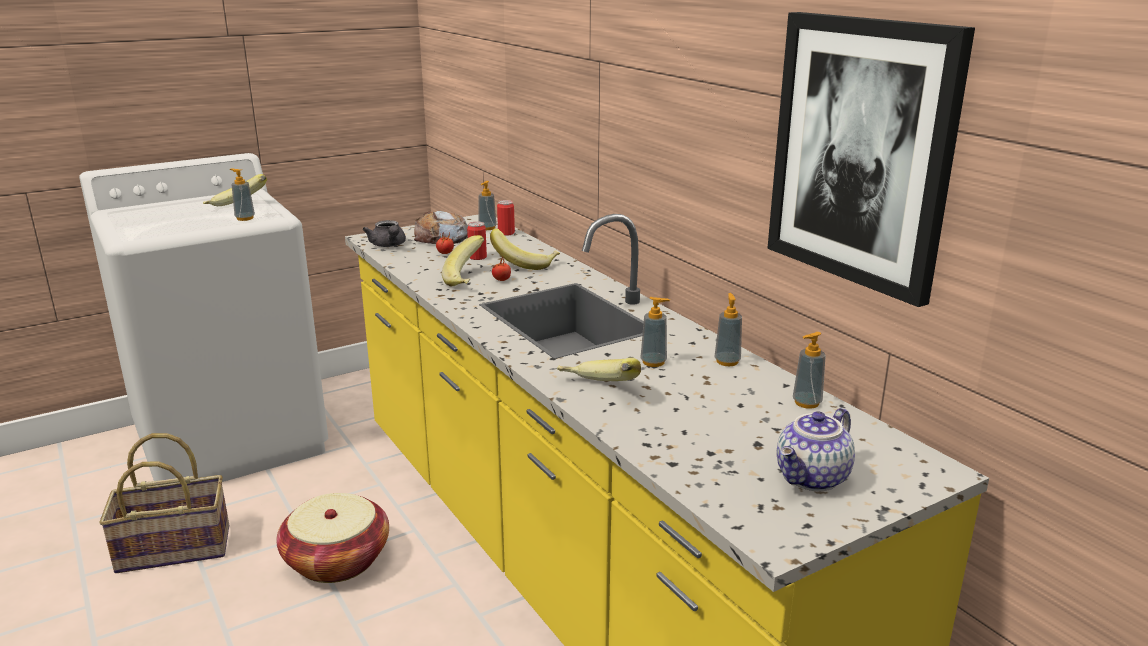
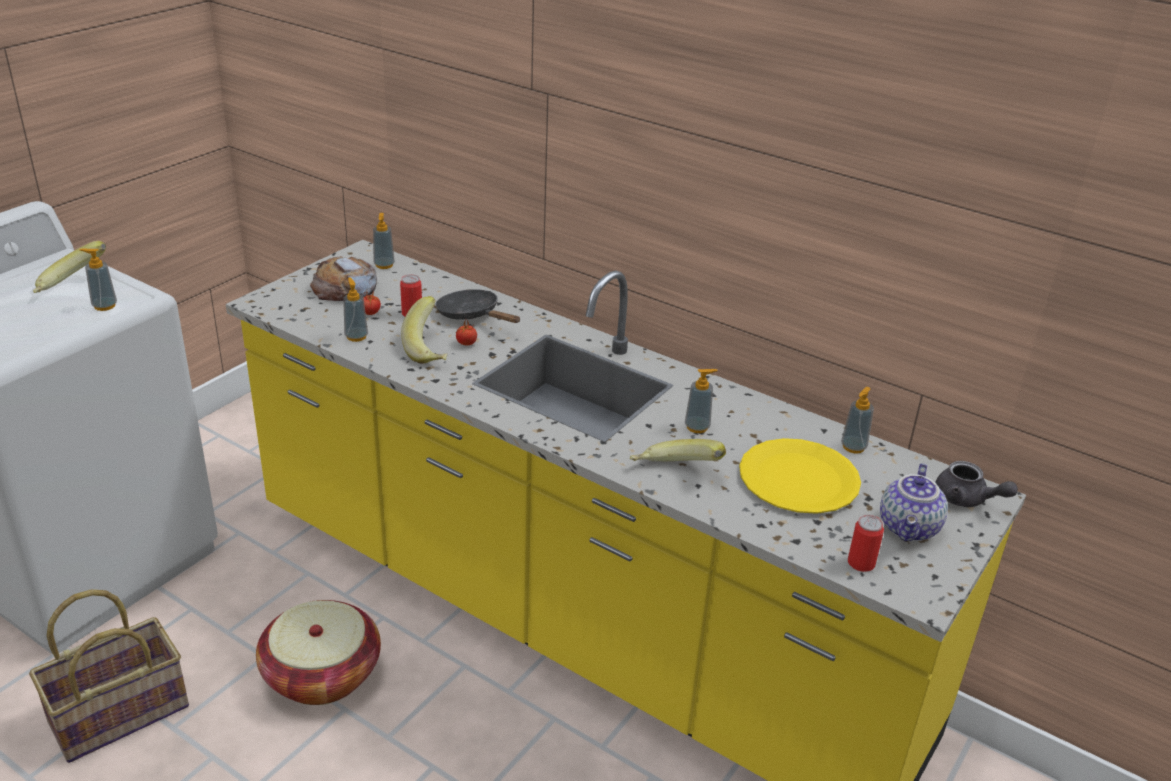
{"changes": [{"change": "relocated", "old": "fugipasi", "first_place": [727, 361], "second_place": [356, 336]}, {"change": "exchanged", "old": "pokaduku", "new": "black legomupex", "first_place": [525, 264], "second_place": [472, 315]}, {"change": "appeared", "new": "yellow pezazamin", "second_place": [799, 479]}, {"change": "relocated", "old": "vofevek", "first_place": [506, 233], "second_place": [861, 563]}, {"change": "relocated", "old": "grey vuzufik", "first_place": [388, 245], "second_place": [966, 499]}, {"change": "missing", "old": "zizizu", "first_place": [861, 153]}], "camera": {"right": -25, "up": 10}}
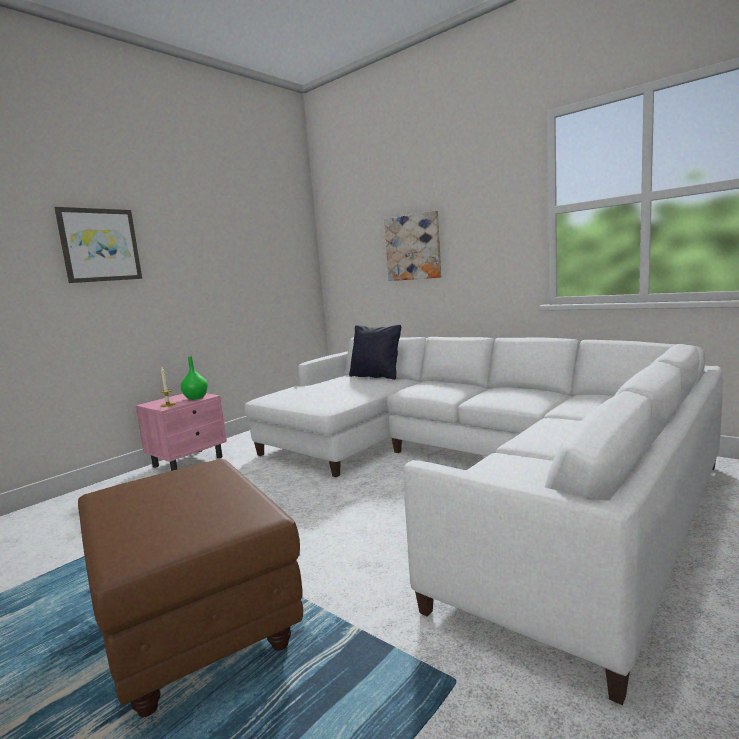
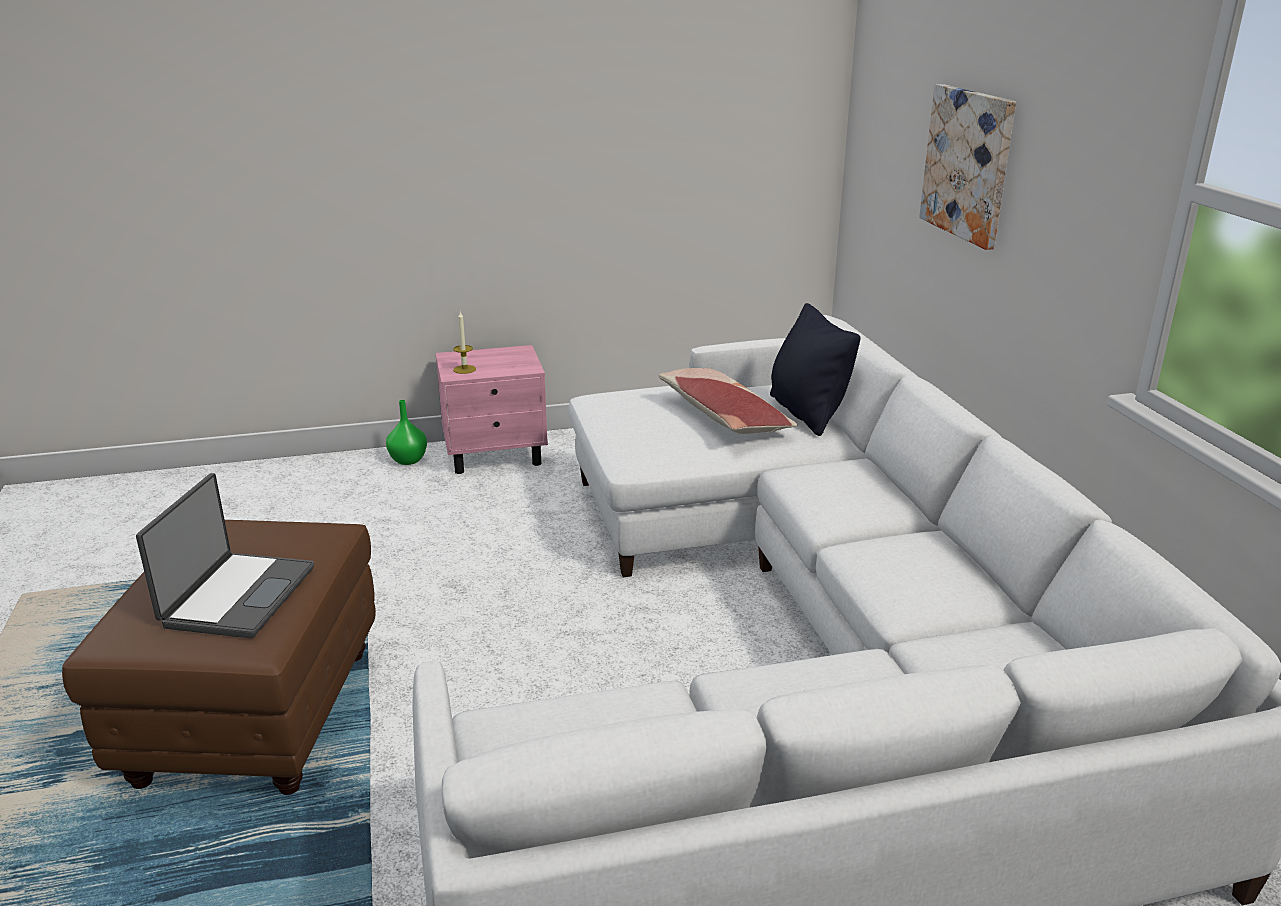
{"changes": [{"change": "appeared", "new": "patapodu", "second_place": [237, 596]}, {"change": "relocated", "old": "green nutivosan", "first_place": [195, 398], "second_place": [407, 460]}, {"change": "appeared", "new": "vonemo", "second_place": [723, 416]}, {"change": "missing", "old": "zizizu", "first_place": [100, 245]}], "camera": {"right": 35, "up": 15}}
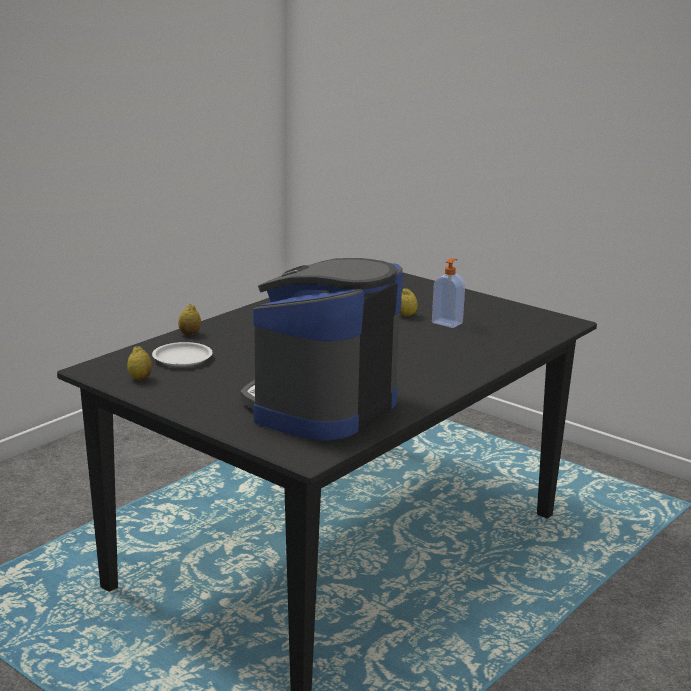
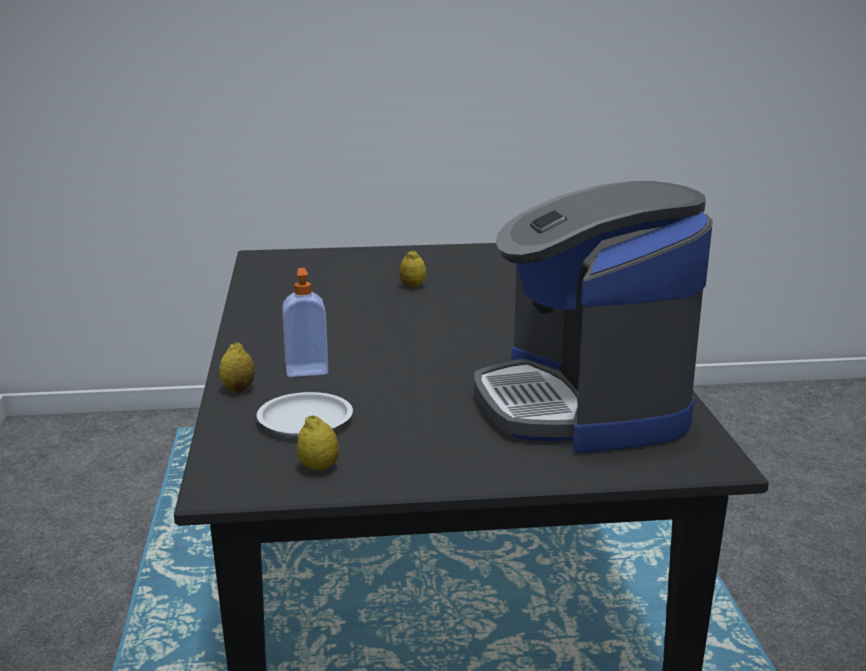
{"changes": [{"change": "relocated", "old": "fugipasi", "first_place": [447, 323], "second_place": [306, 369]}], "camera": {"right": -45, "up": 0}}
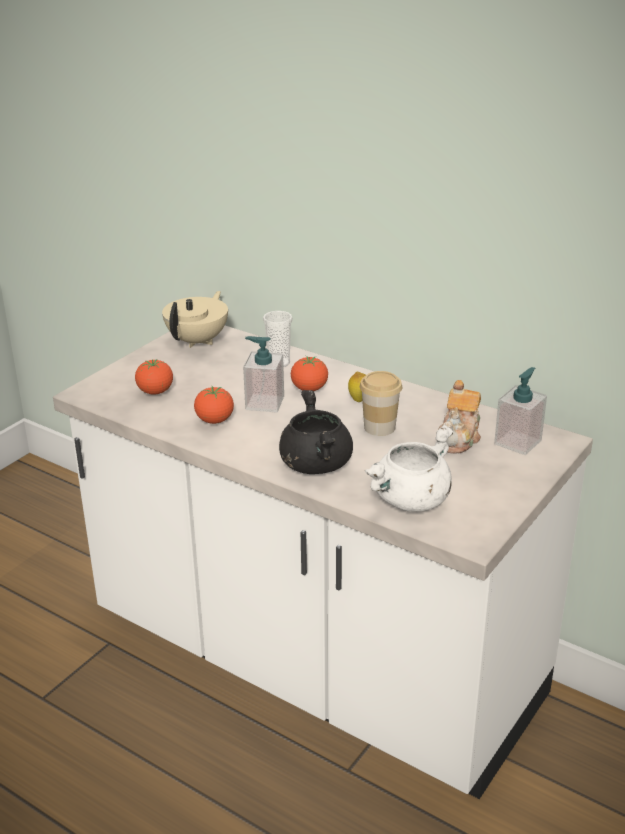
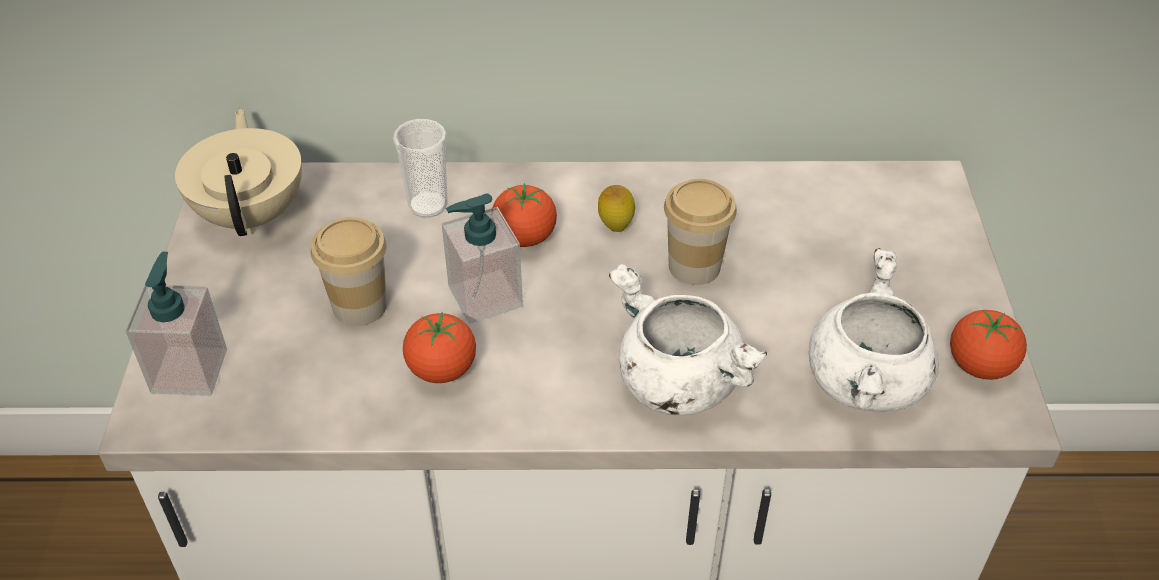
{"changes": [{"change": "relocated", "old": "fugipasi", "first_place": [518, 442], "second_place": [189, 370]}, {"change": "appeared", "new": "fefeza", "second_place": [359, 306]}, {"change": "colour", "old": "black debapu", "new": "white debapu", "first_place": [314, 464], "second_place": [675, 382]}, {"change": "relocated", "old": "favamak", "first_place": [155, 392], "second_place": [979, 366]}, {"change": "missing", "old": "vuzufik", "first_place": [459, 438]}], "camera": {"right": -35, "up": 15}}
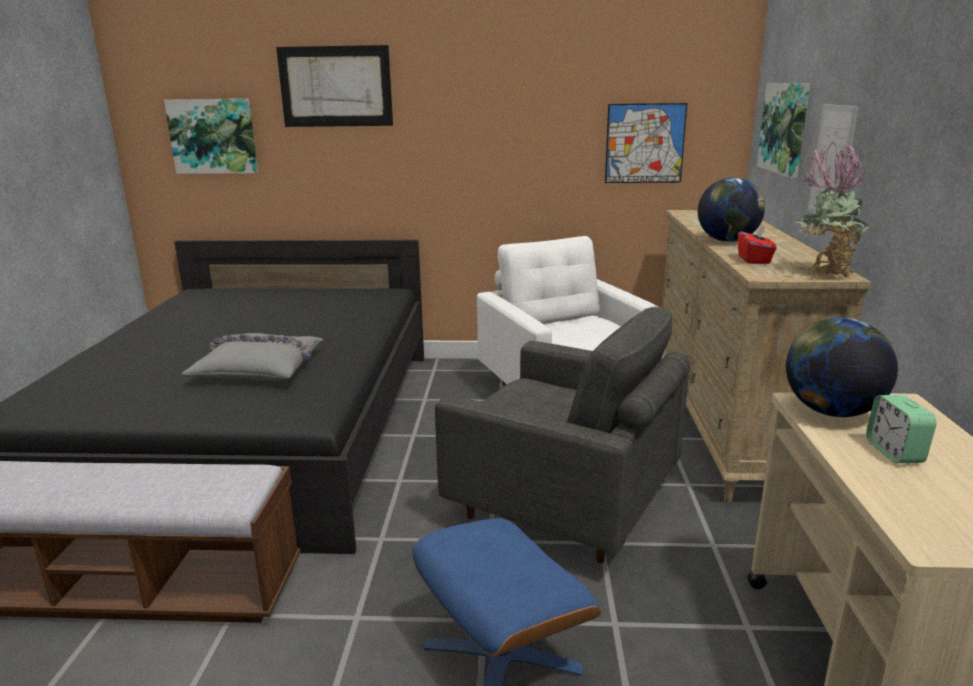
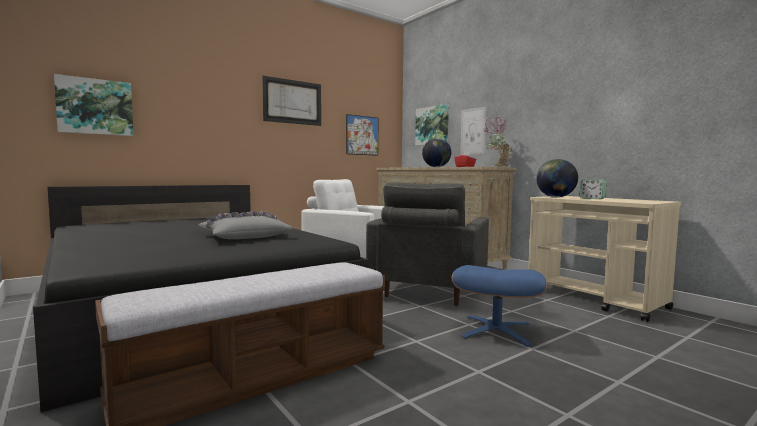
{"changes": [{"change": "relocated", "old": "zizizu", "first_place": [335, 86], "second_place": [293, 102]}, {"change": "spun", "old": "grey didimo", "first_place": [564, 507], "second_place": [428, 291], "degrees": 120}], "camera": {"right": -40, "up": -15}}
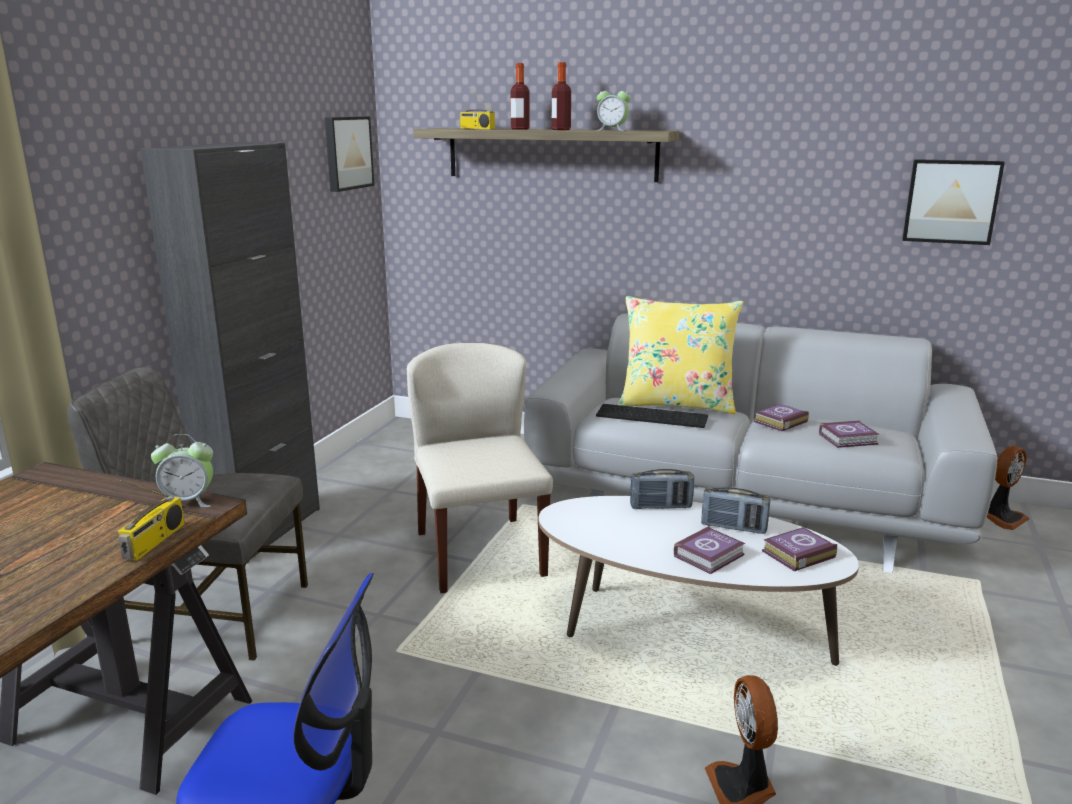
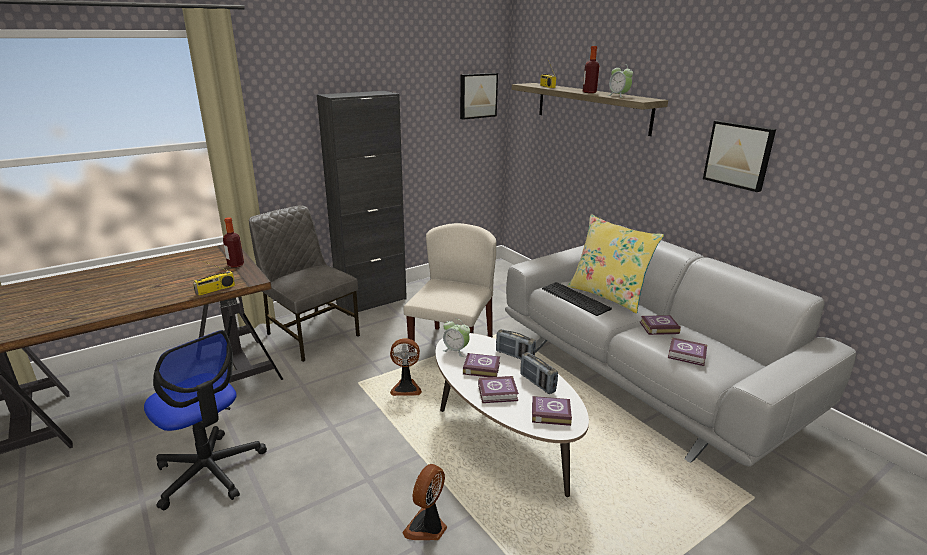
{"changes": [{"change": "relocated", "old": "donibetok", "first_place": [520, 129], "second_place": [236, 265]}, {"change": "relocated", "old": "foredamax", "first_place": [1002, 518], "second_place": [406, 388]}, {"change": "relocated", "old": "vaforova", "first_place": [189, 502], "second_place": [456, 350]}, {"change": "appeared", "new": "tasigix", "second_place": [480, 368]}, {"change": "relocated", "old": "zizizu", "first_place": [951, 201], "second_place": [739, 155]}], "camera": {"right": 35, "up": 5}}
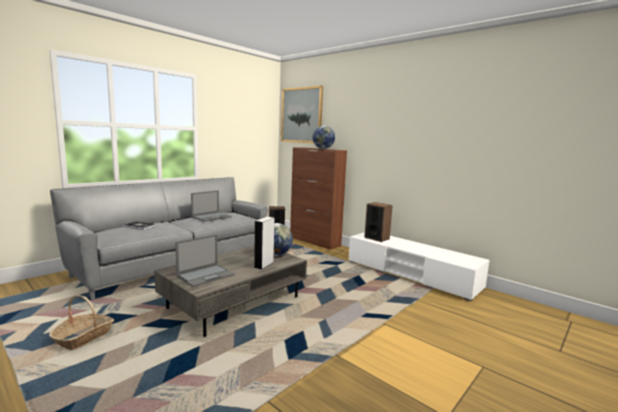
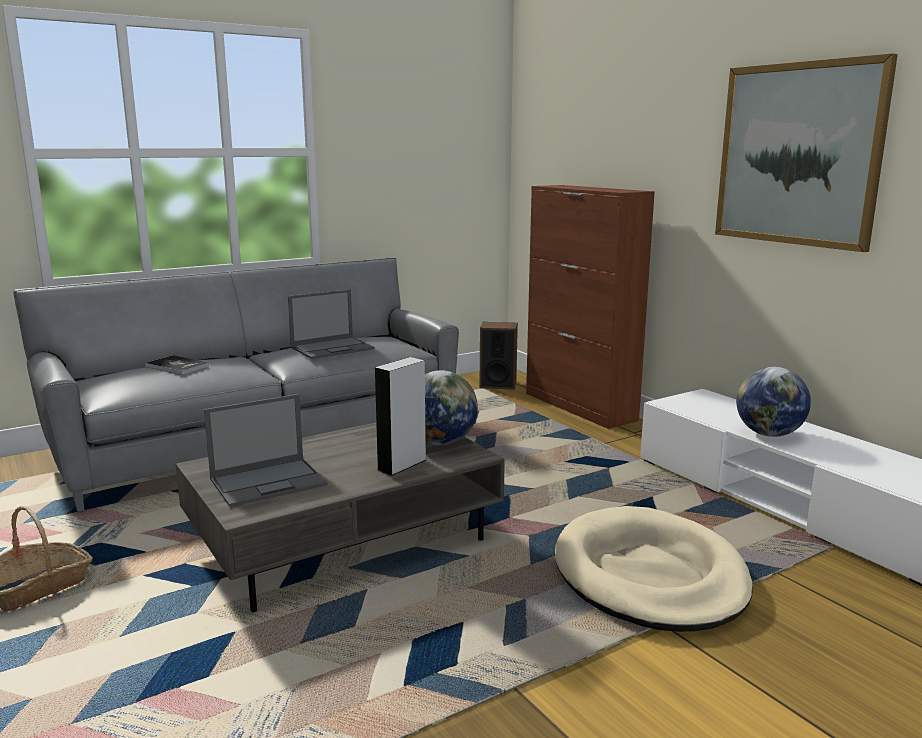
{"changes": [{"change": "appeared", "new": "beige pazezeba", "second_place": [649, 575]}, {"change": "relocated", "old": "zizizu", "first_place": [301, 115], "second_place": [798, 154]}, {"change": "relocated", "old": "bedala", "first_place": [323, 149], "second_place": [768, 434]}, {"change": "missing", "old": "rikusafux", "first_place": [376, 238]}], "camera": {"right": 15, "up": 5}}
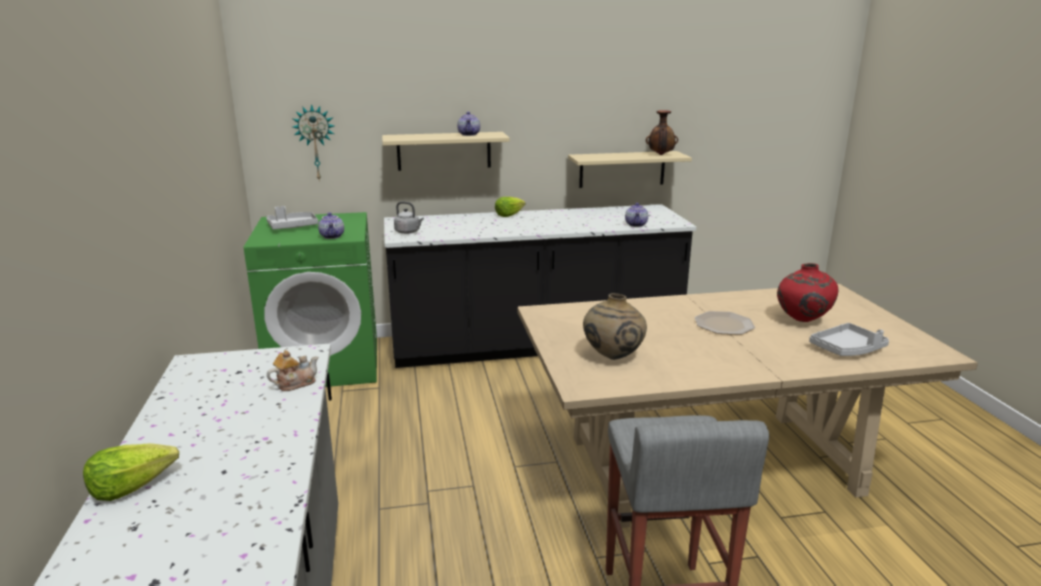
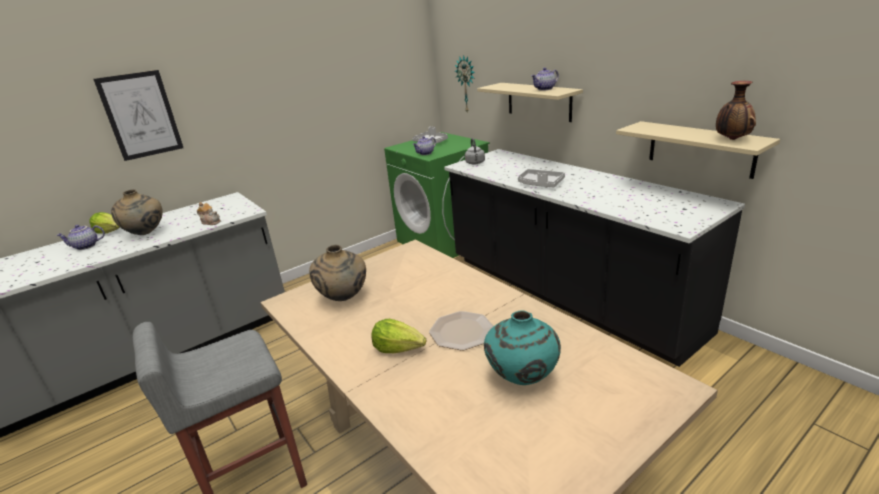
{"changes": [{"change": "relocated", "old": "vuzufik", "first_place": [636, 225], "second_place": [85, 246]}, {"change": "appeared", "new": "zizizu", "second_place": [141, 115]}, {"change": "appeared", "new": "beige nutivosan", "second_place": [146, 234]}, {"change": "relocated", "old": "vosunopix", "first_place": [509, 215], "second_place": [399, 348]}, {"change": "colour", "old": "red nutivosan", "new": "turquoise nutivosan", "first_place": [802, 321], "second_place": [522, 380]}, {"change": "relocated", "old": "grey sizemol", "first_place": [847, 349], "second_place": [540, 184]}], "camera": {"right": 65, "up": 5}}
